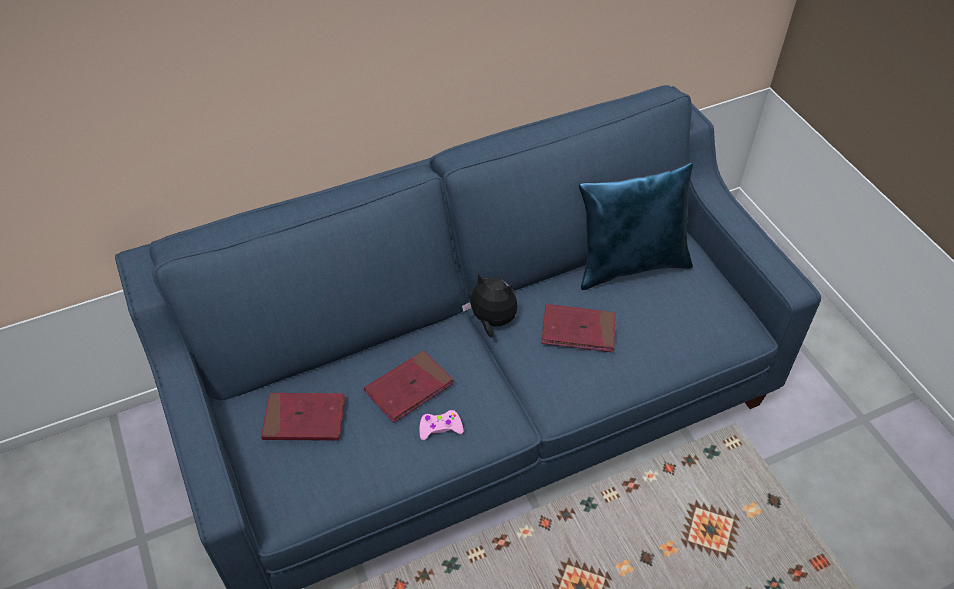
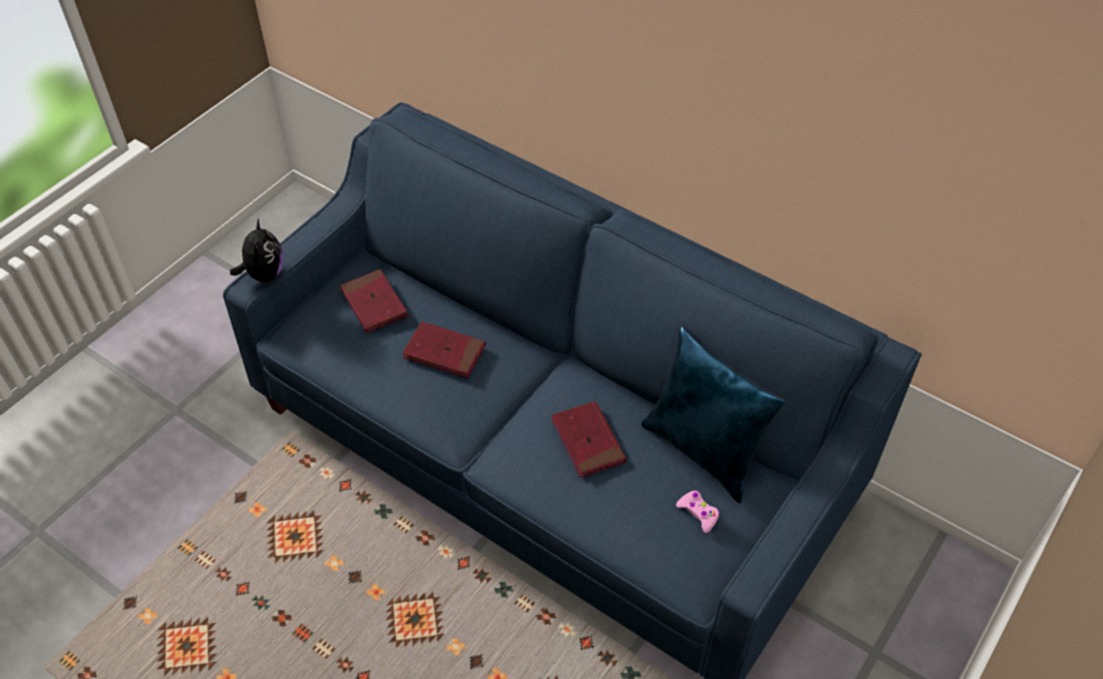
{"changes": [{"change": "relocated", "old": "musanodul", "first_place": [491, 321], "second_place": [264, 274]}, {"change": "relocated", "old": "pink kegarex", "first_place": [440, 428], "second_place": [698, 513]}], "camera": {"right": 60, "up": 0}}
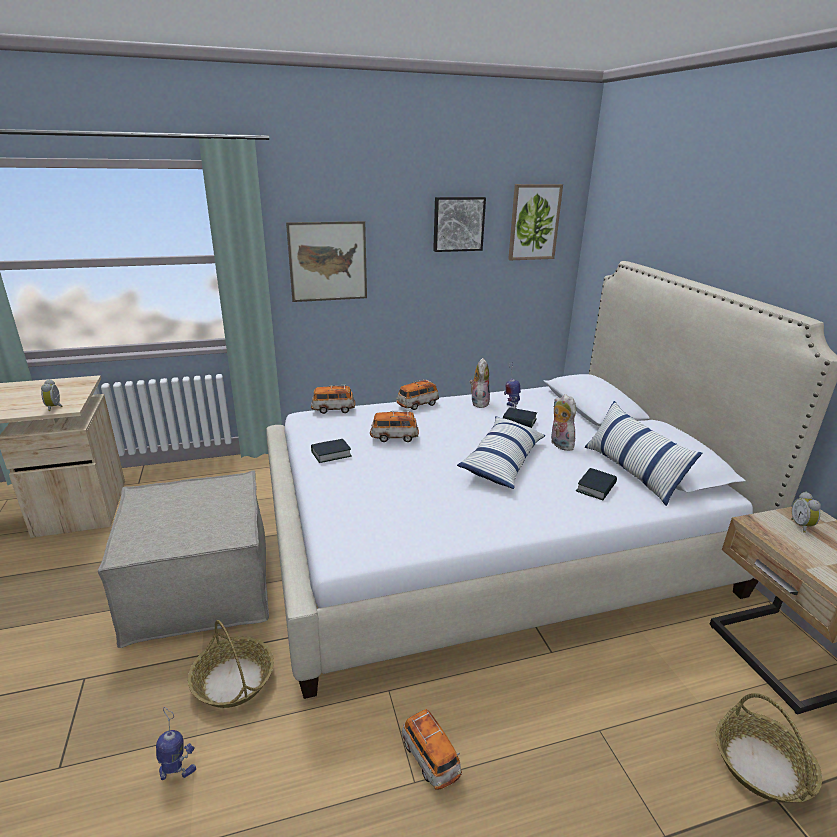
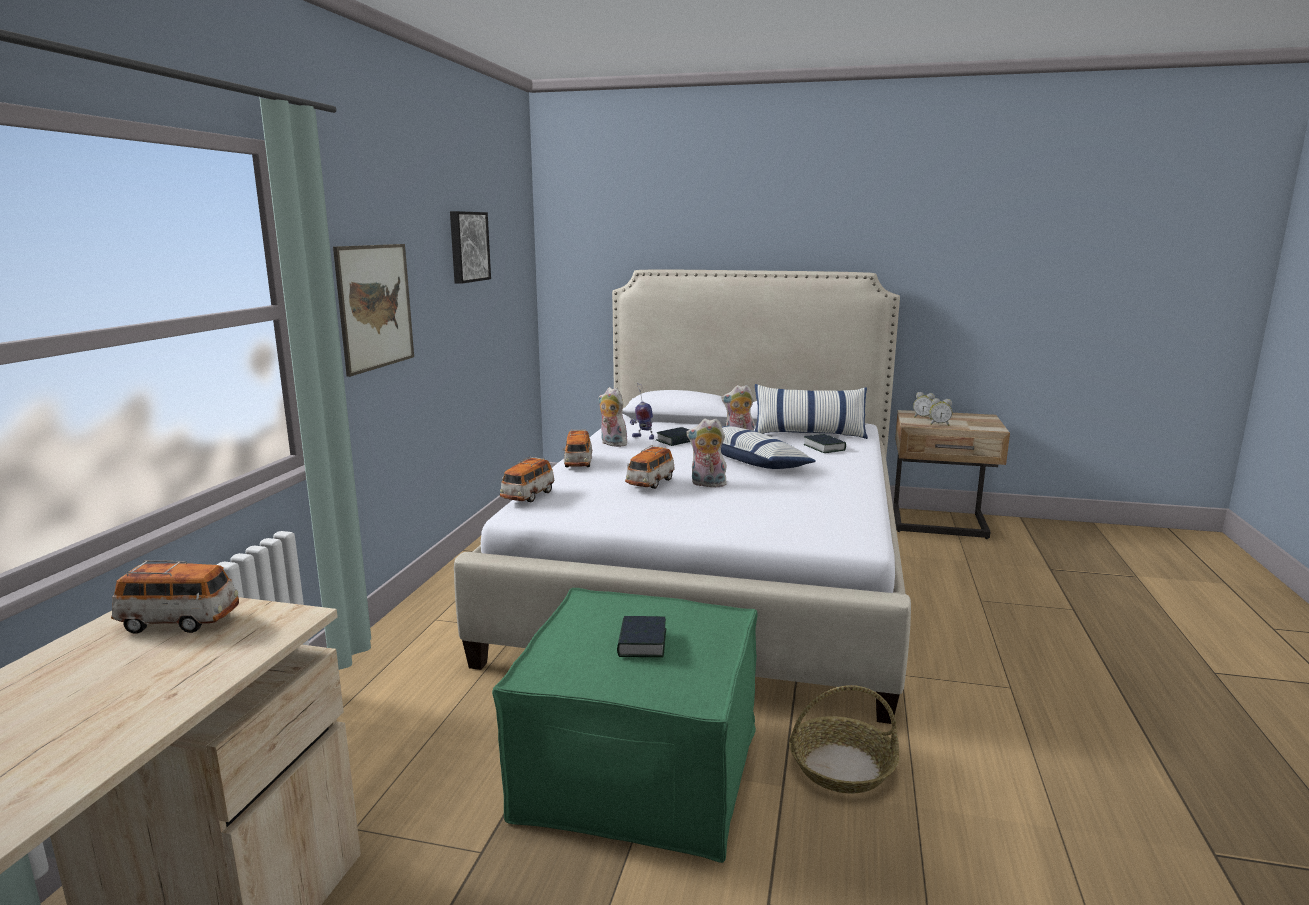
{"changes": [{"change": "relocated", "old": "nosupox", "first_place": [430, 758], "second_place": [179, 622]}, {"change": "colour", "old": "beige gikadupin", "new": "green gikadupin", "first_place": [200, 586], "second_place": [639, 770]}, {"change": "relocated", "old": "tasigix", "first_place": [331, 454], "second_place": [642, 643]}, {"change": "appeared", "new": "musanodul", "second_place": [707, 484]}, {"change": "relocated", "old": "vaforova", "first_place": [55, 407], "second_place": [939, 424]}, {"change": "missing", "old": "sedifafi", "first_place": [177, 771]}, {"change": "missing", "old": "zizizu", "first_place": [534, 222]}, {"change": "missing", "old": "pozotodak", "first_place": [762, 766]}], "camera": {"right": -60, "up": -10}}
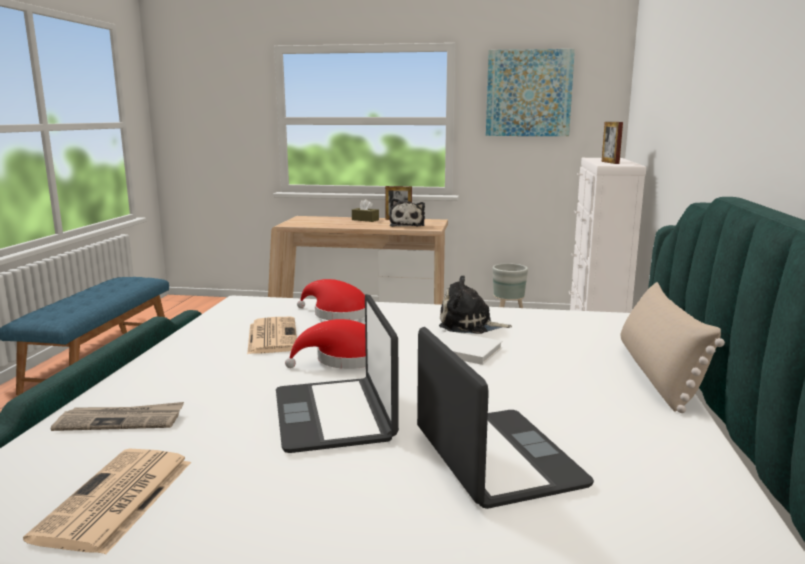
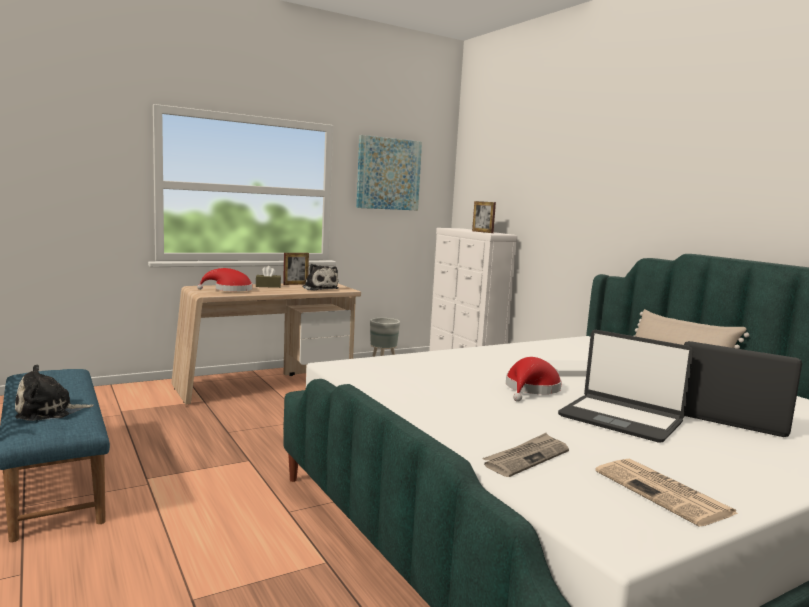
{"changes": [{"change": "relocated", "old": "musanodul", "first_place": [469, 325], "second_place": [49, 411]}, {"change": "relocated", "old": "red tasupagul", "first_place": [337, 314], "second_place": [230, 290]}, {"change": "missing", "old": "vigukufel", "first_place": [272, 336]}], "camera": {"right": -40, "up": -5}}
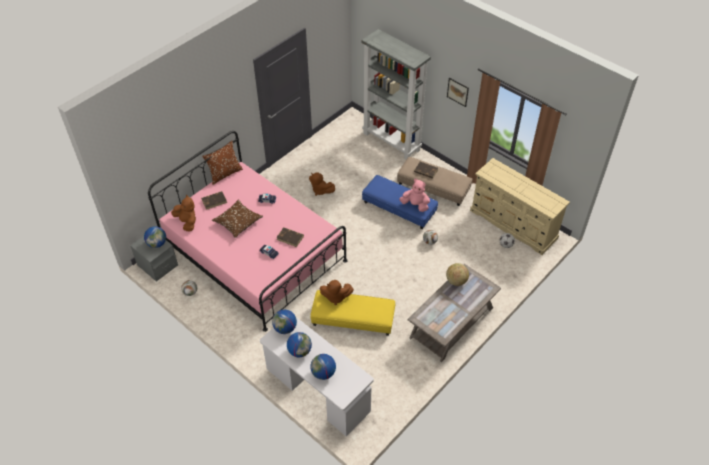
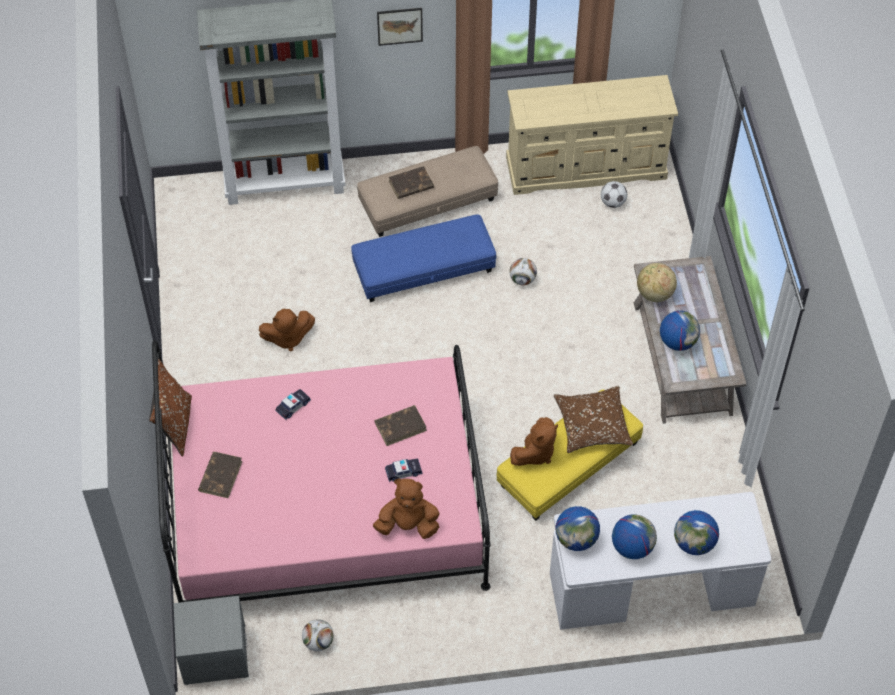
{"changes": [{"change": "relocated", "old": "brown musanodul", "first_place": [187, 222], "second_place": [408, 525]}, {"change": "relocated", "old": "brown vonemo", "first_place": [237, 222], "second_place": [592, 425]}, {"change": "relocated", "old": "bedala", "first_place": [157, 244], "second_place": [677, 342]}, {"change": "missing", "old": "pink musanodul", "first_place": [415, 205]}], "camera": {"right": -50, "up": 5}}
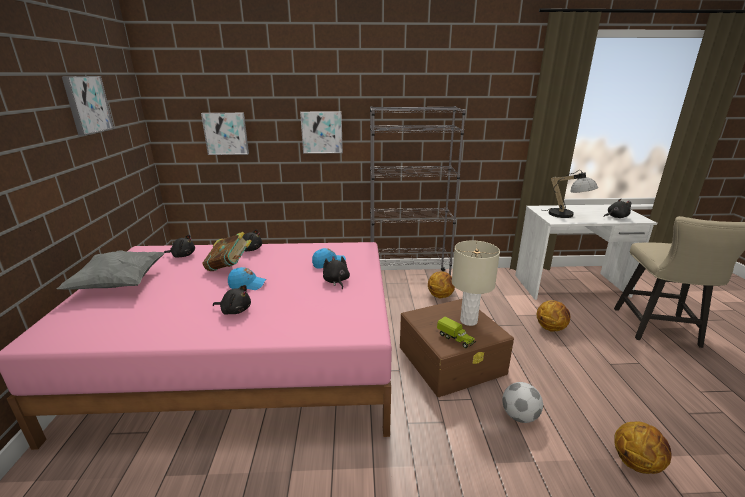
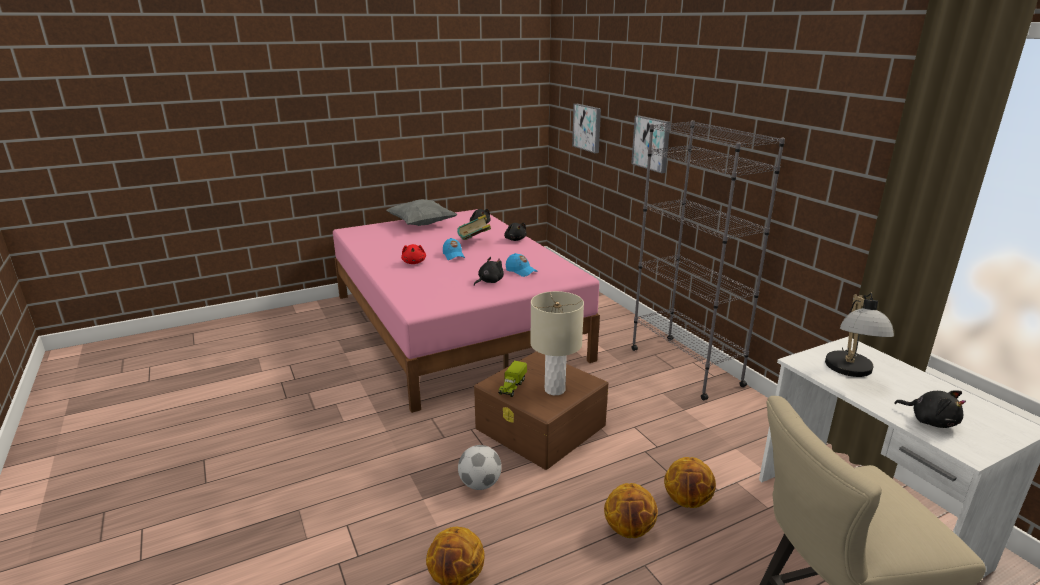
{"changes": [{"change": "colour", "old": "black musanodul", "new": "red musanodul", "first_place": [235, 310], "second_place": [414, 262]}, {"change": "relocated", "old": "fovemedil", "first_place": [440, 296], "second_place": [629, 530]}, {"change": "missing", "old": "zizizu", "first_place": [87, 104]}], "camera": {"right": 65, "up": 0}}
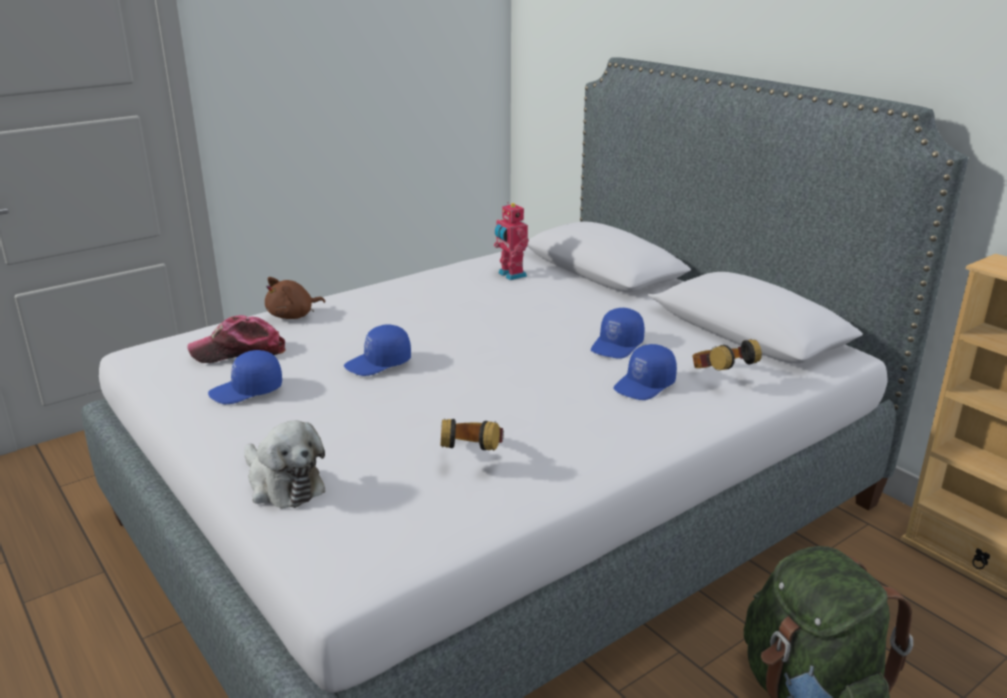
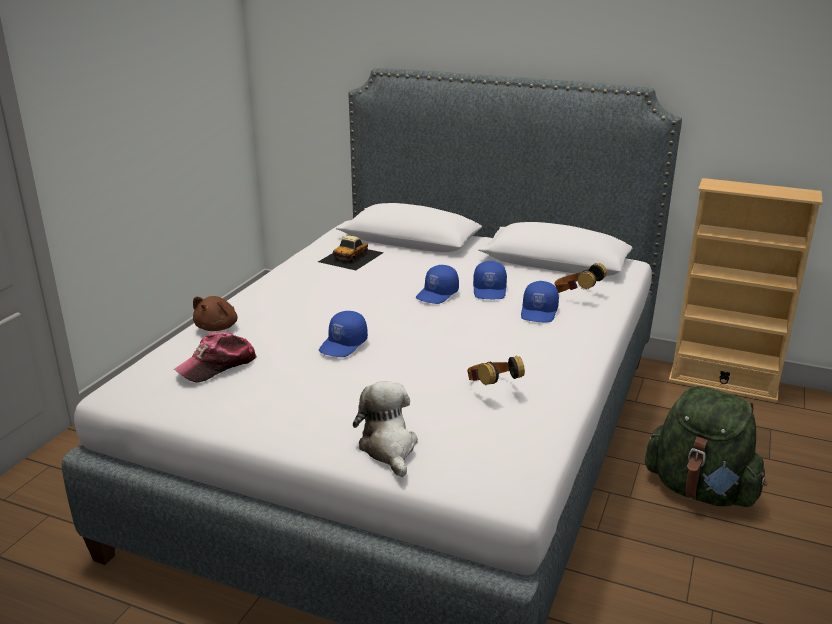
{"changes": [{"change": "exchanged", "old": "sedifafi", "new": "nosupox", "first_place": [510, 275], "second_place": [351, 257]}, {"change": "spun", "old": "musanodul", "first_place": [283, 484], "second_place": [389, 448], "degrees": -120}, {"change": "relocated", "old": "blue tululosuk", "first_place": [247, 391], "second_place": [437, 294]}], "camera": {"right": -30, "up": 0}}
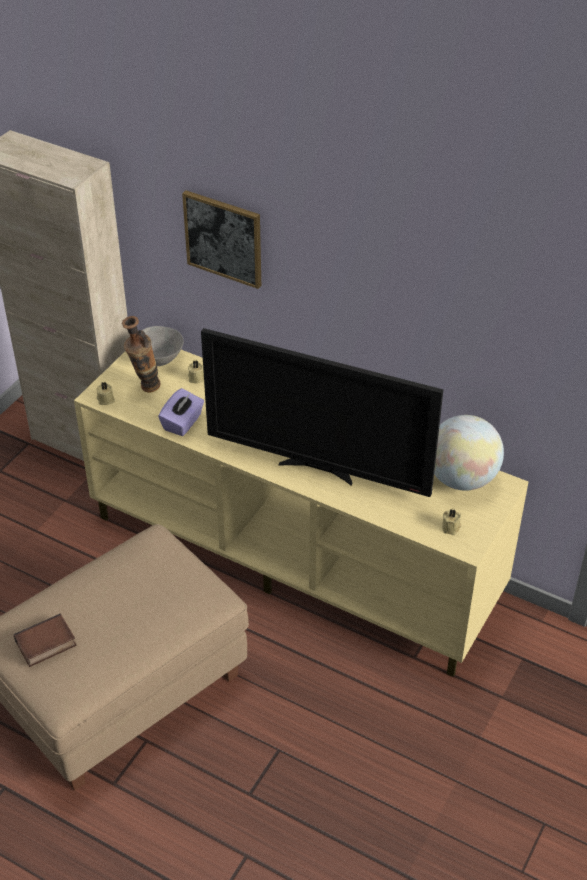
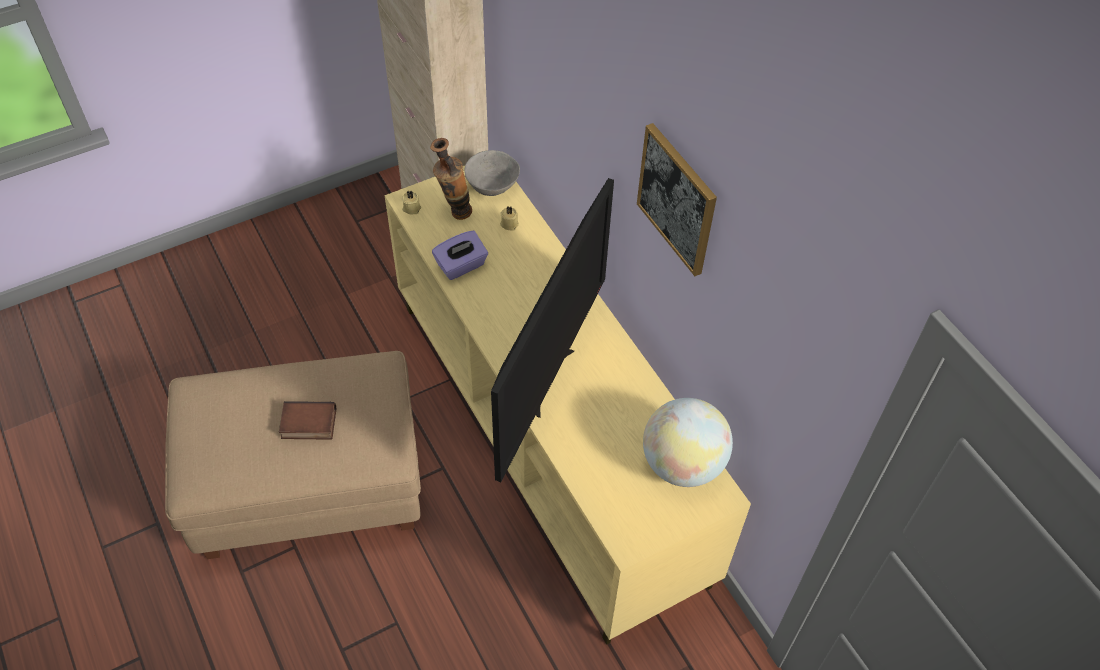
{"changes": [{"change": "relocated", "old": "tasigix", "first_place": [45, 645], "second_place": [308, 425]}, {"change": "spun", "old": "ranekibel", "first_place": [318, 469], "second_place": [548, 380], "degrees": -120}, {"change": "relocated", "old": "zizizu", "first_place": [224, 238], "second_place": [677, 199]}, {"change": "missing", "old": "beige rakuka", "first_place": [451, 527]}], "camera": {"right": 30, "up": 10}}
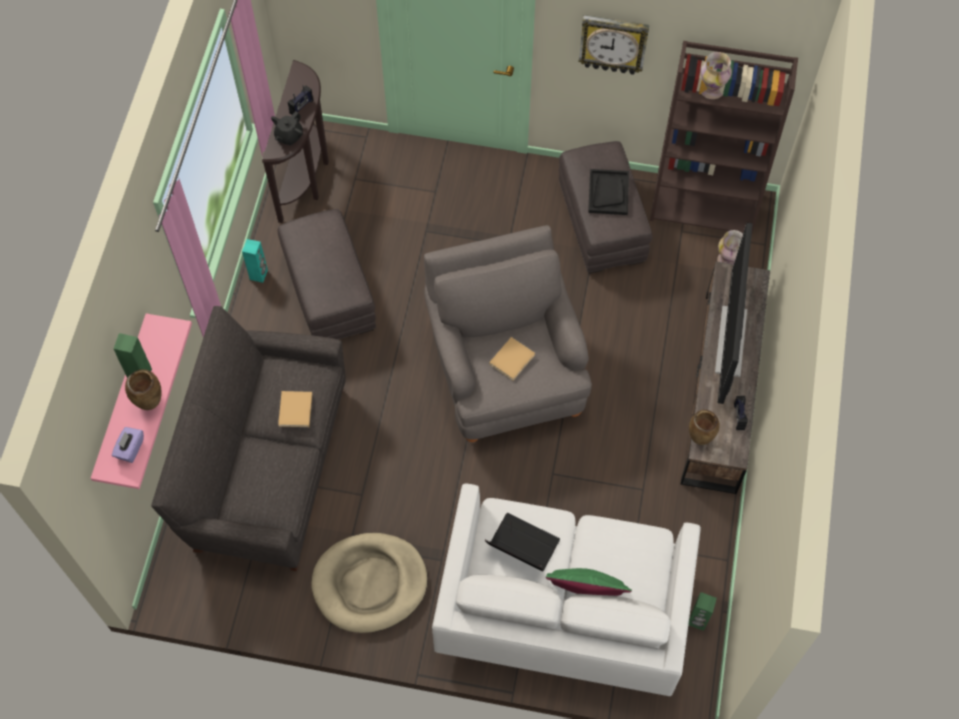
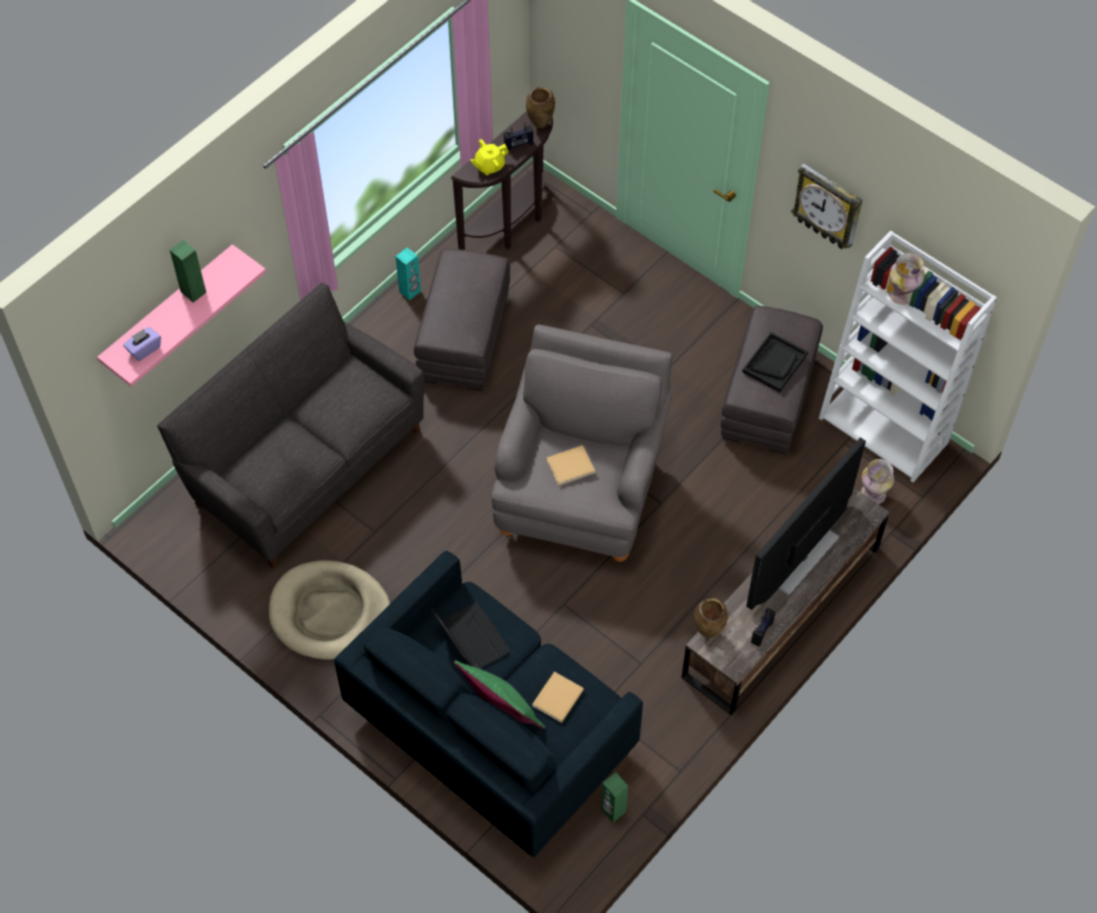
{"changes": [{"change": "colour", "old": "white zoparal", "new": "blue zoparal", "first_place": [563, 607], "second_place": [492, 728]}, {"change": "colour", "old": "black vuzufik", "new": "yellow vuzufik", "first_place": [289, 136], "second_place": [489, 166]}, {"change": "relocated", "old": "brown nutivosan", "first_place": [150, 404], "second_place": [540, 125]}, {"change": "relocated", "old": "beige tasigix", "first_place": [295, 411], "second_place": [557, 699]}, {"change": "colour", "old": "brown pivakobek", "new": "white pivakobek", "first_place": [704, 205], "second_place": [885, 430]}], "camera": {"right": 30, "up": -5}}
